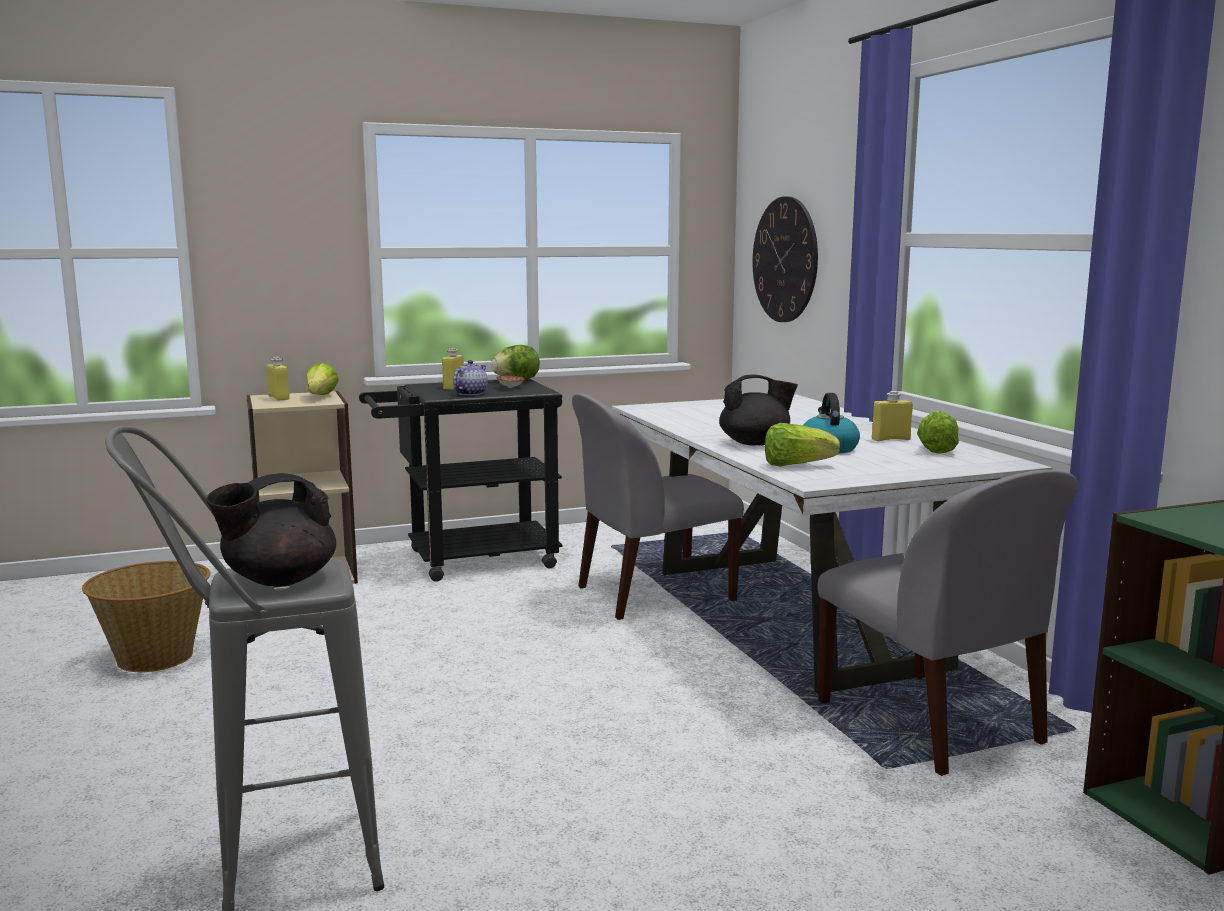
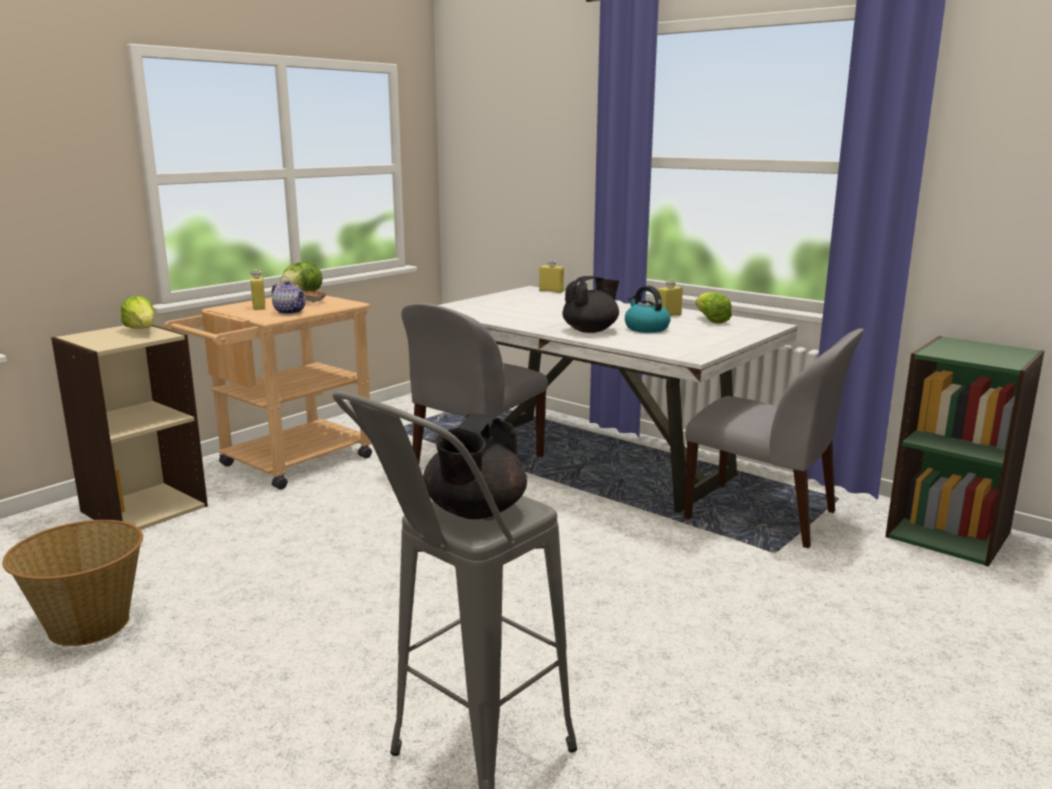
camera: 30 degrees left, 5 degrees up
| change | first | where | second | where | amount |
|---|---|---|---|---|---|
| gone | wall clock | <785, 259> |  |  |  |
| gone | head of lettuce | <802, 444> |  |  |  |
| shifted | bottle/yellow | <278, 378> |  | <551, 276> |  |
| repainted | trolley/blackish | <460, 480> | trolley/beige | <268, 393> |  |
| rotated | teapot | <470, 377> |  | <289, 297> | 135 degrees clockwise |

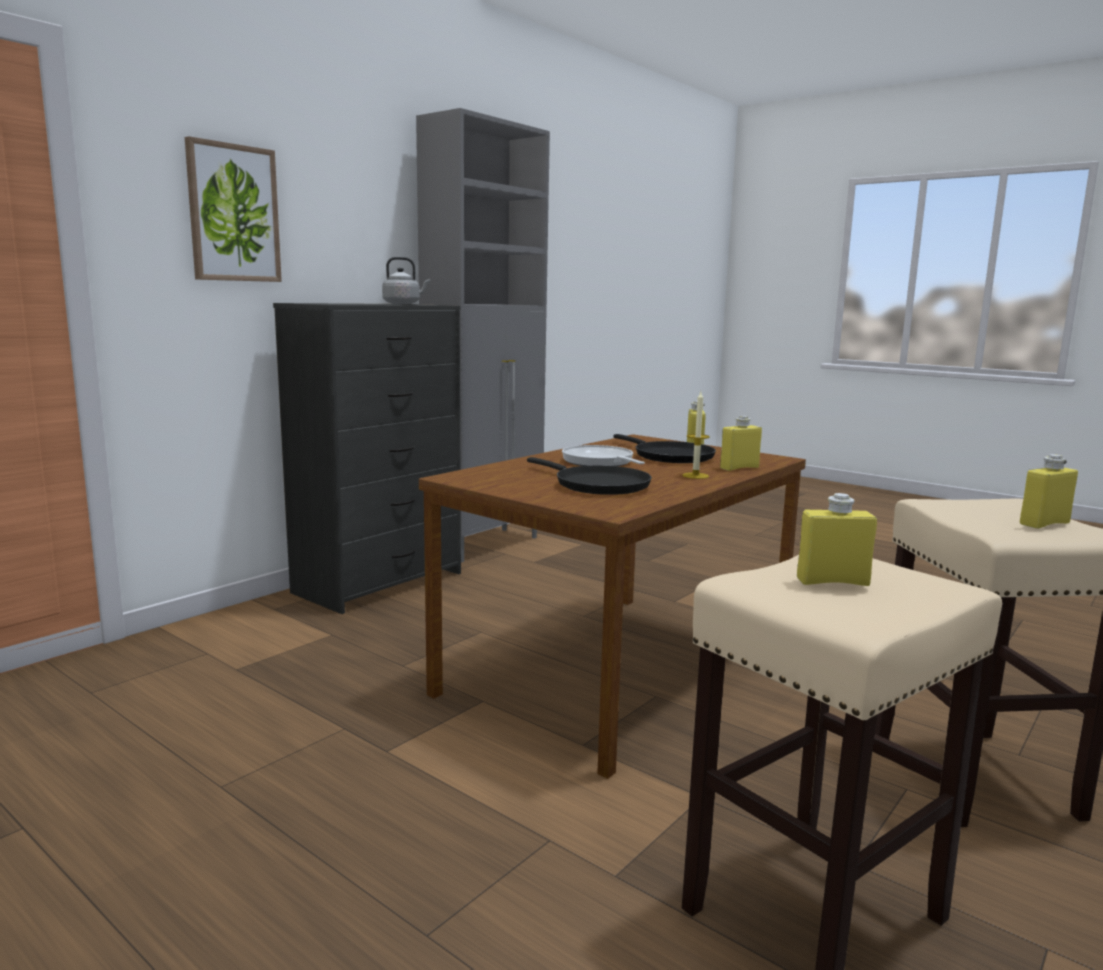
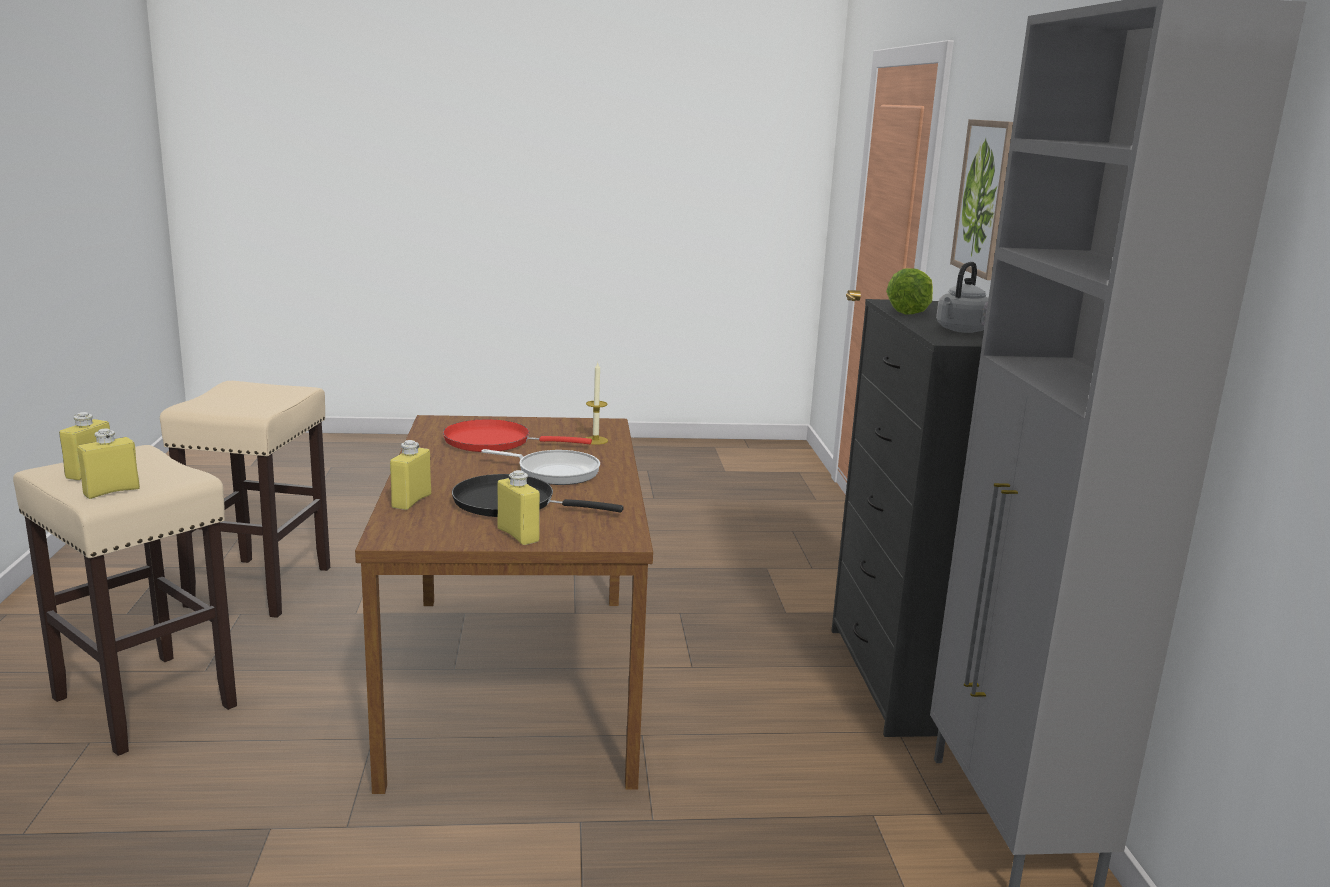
camera: 135 degrees right, 5 degrees up
| change | first | where | second | where | amount |
|---|---|---|---|---|---|
| new |  |  | head of lettuce | <909, 291> |  |
| shifted | wax light | <696, 435> |  | <597, 404> |  |
| shifted | bottle/yellow | <837, 539> |  | <108, 463> |  |
| repainted | frying pan/blackish | <589, 476> | frying pan/red | <517, 435> |  |

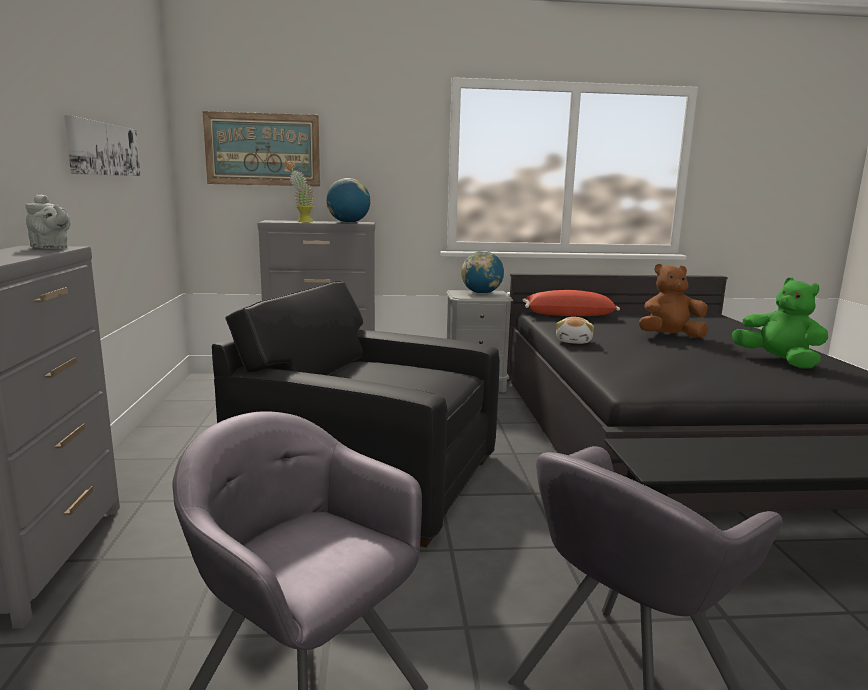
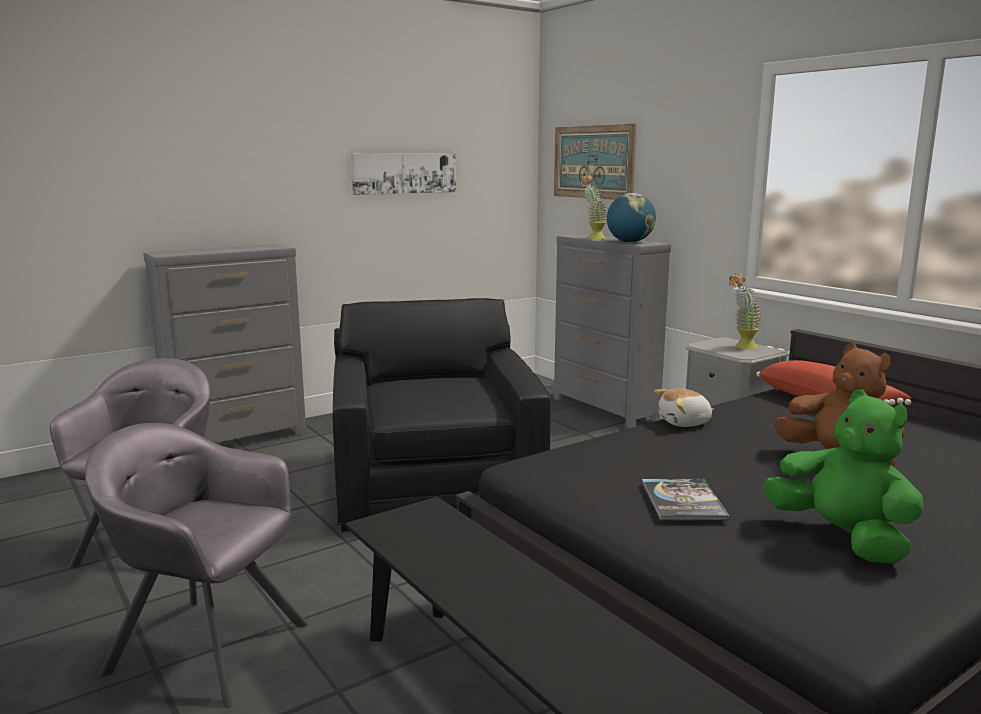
camera: 60 degrees right, 0 degrees up
| change | first | where | second | where | amount |
|---|---|---|---|---|---|
| gone | teapot/greyish | <48, 221> |  |  |  |
| new |  |  | book | <686, 499> |  |
| swapped | world globe | <482, 272> | houseplant | <745, 311> |  |
| rotated | cuddly toy/greenish | <780, 323> |  | <844, 476> | 60 degrees counterclockwise |

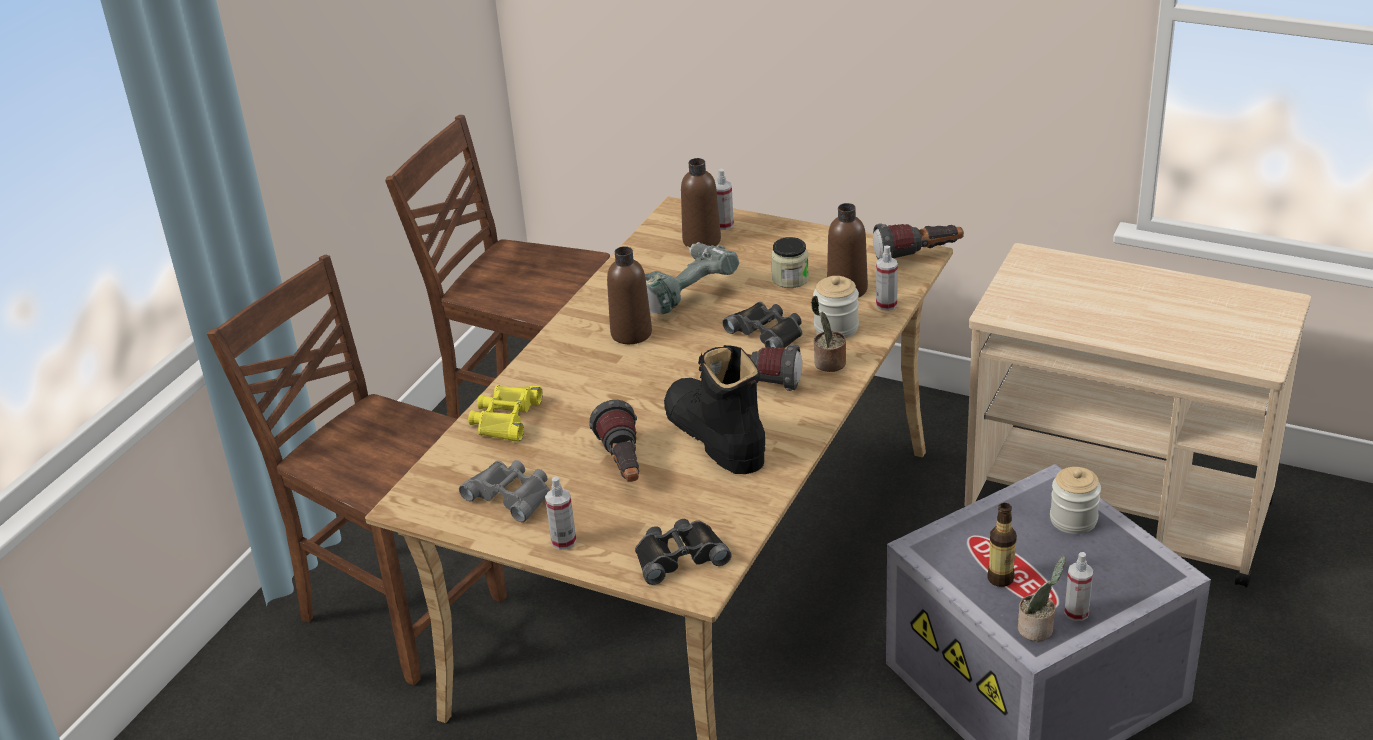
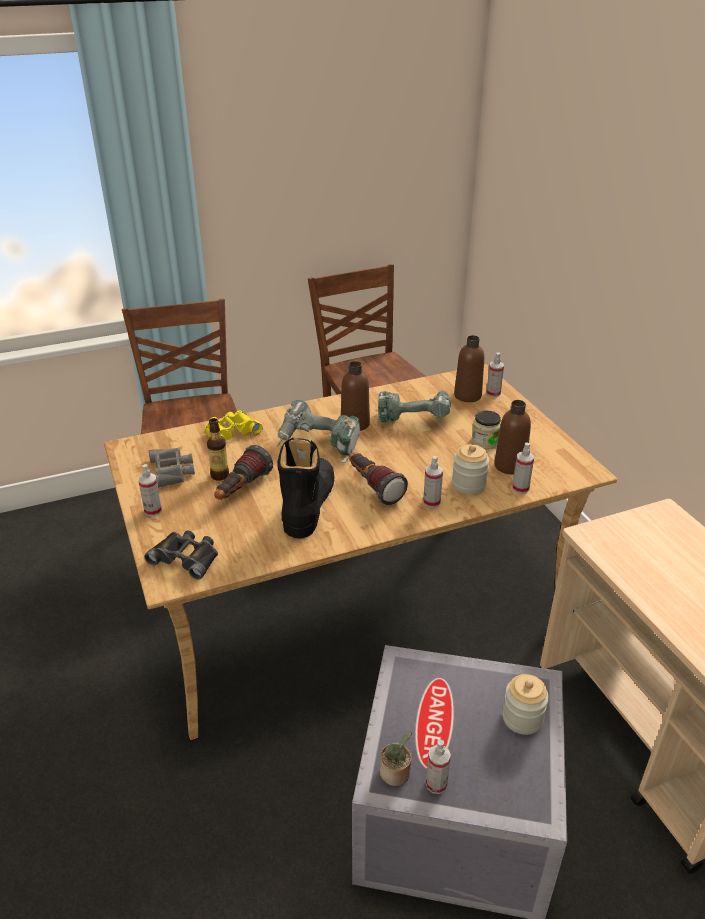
camera: 40 degrees right, 0 degrees up
| change | first | where | second | where | amount |
|---|---|---|---|---|---|
| gone | binoculars/blackish | <762, 325> |  |  |  |
| gone | hand torch | <918, 241> |  |  |  |
| new |  |  | drill | <318, 431> |  |
| shifted | bottle | <1002, 545> |  | <218, 449> |  |
| swapped | houseplant | <828, 333> | spray bottle | <433, 482> |  |

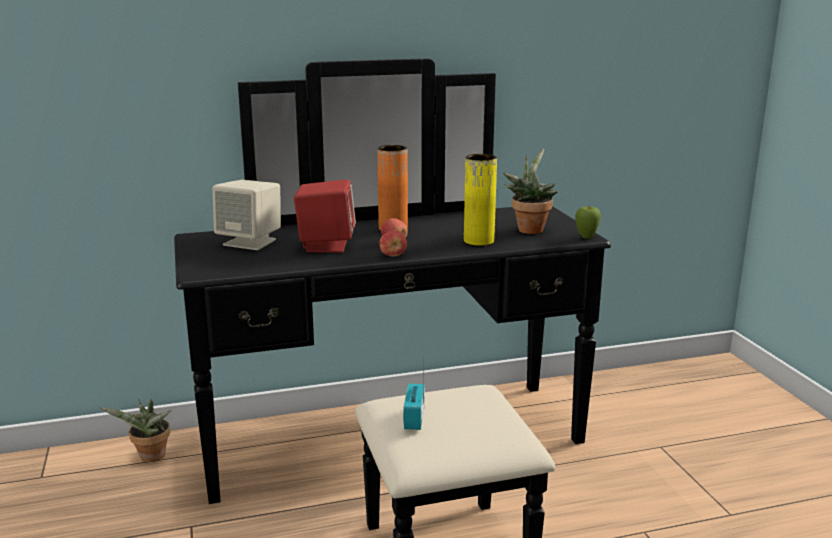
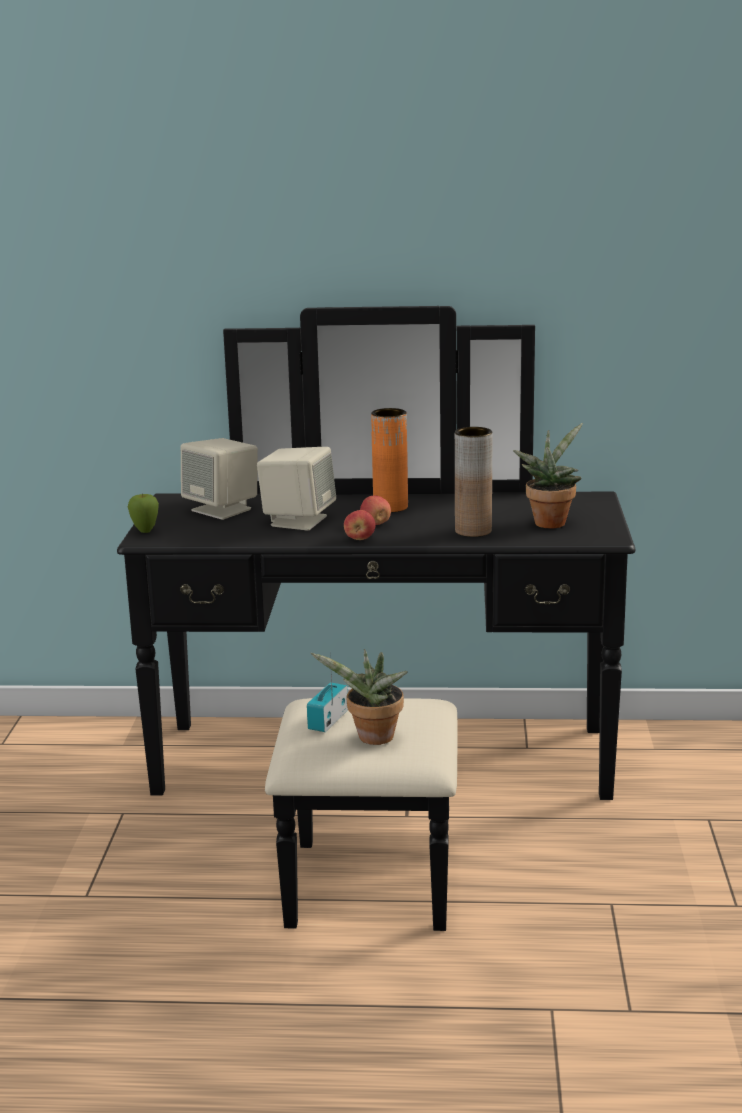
camera: 20 degrees right, 0 degrees up
| change | first | where | second | where | amount |
|---|---|---|---|---|---|
| shifted | houseplant | <135, 430> |  | <359, 697> |  |
| shifted | apple fruit | <588, 222> |  | <143, 513> |  |
| repainted | speaker/red | <325, 216> | speaker/beige | <296, 489> |  |
| repainted | flower vase/yellow | <480, 200> | flower vase/brown-coloured | <473, 482> |  |

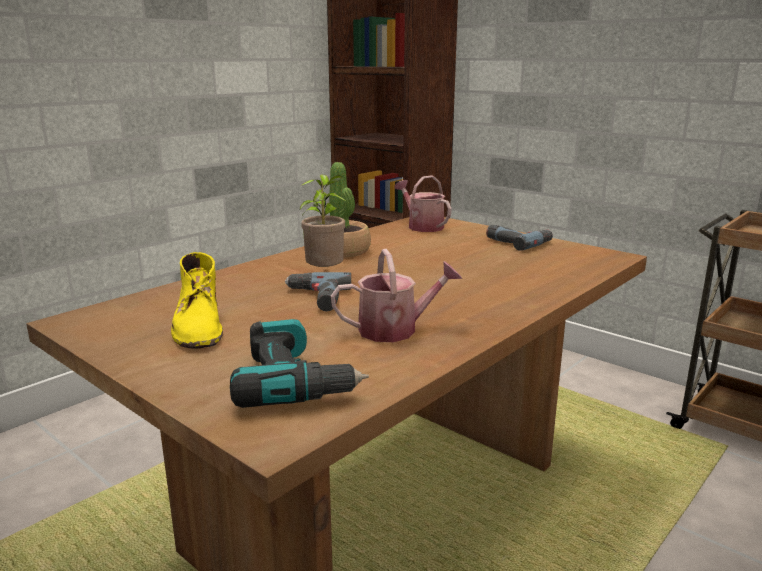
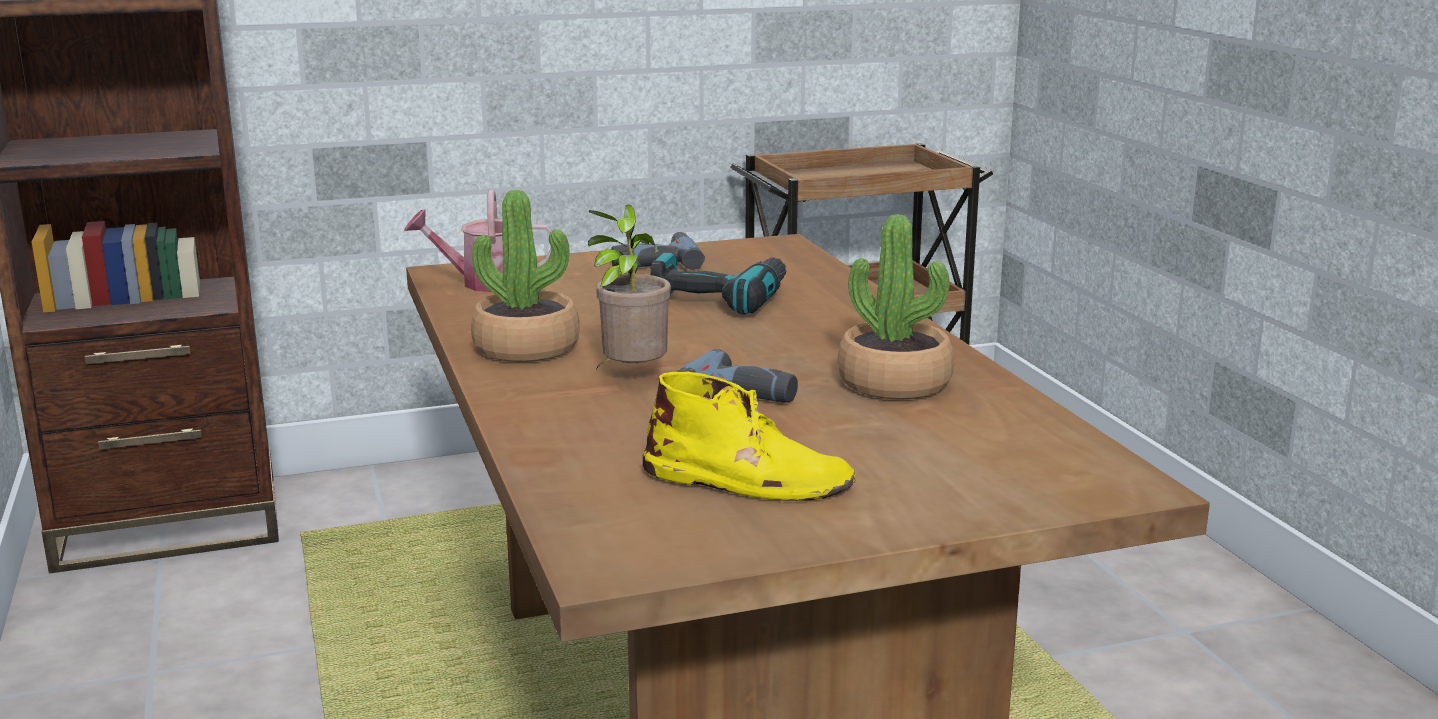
camera: 60 degrees left, 0 degrees up
| change | first | where | second | where | amount |
|---|---|---|---|---|---|
| shifted | drill | <299, 363> |  | <718, 284> |  |
| swapped | sprinkling can | <396, 295> | houseplant | <896, 307> |  |

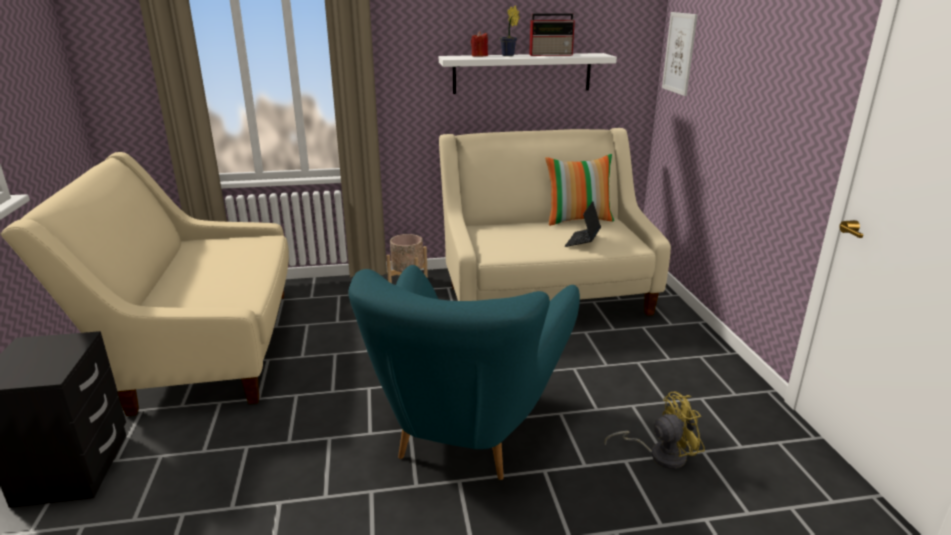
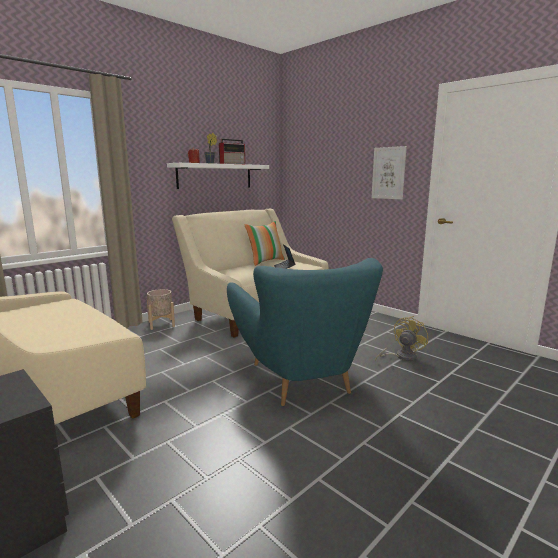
camera: 35 degrees left, 10 degrees down
| change | first | where | second | where | amount |
|---|---|---|---|---|---|
| shifted | picture | <680, 54> |  | <389, 172> |  |

